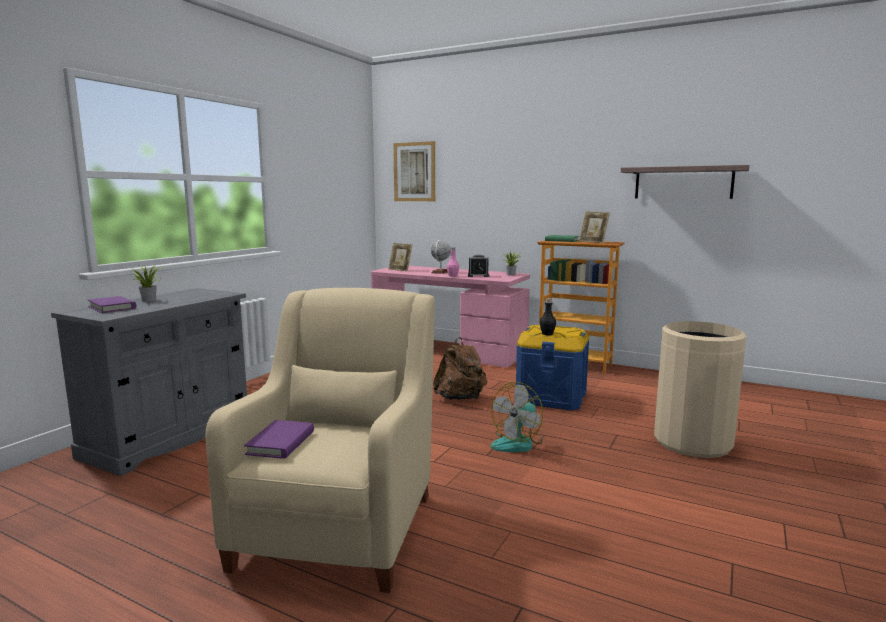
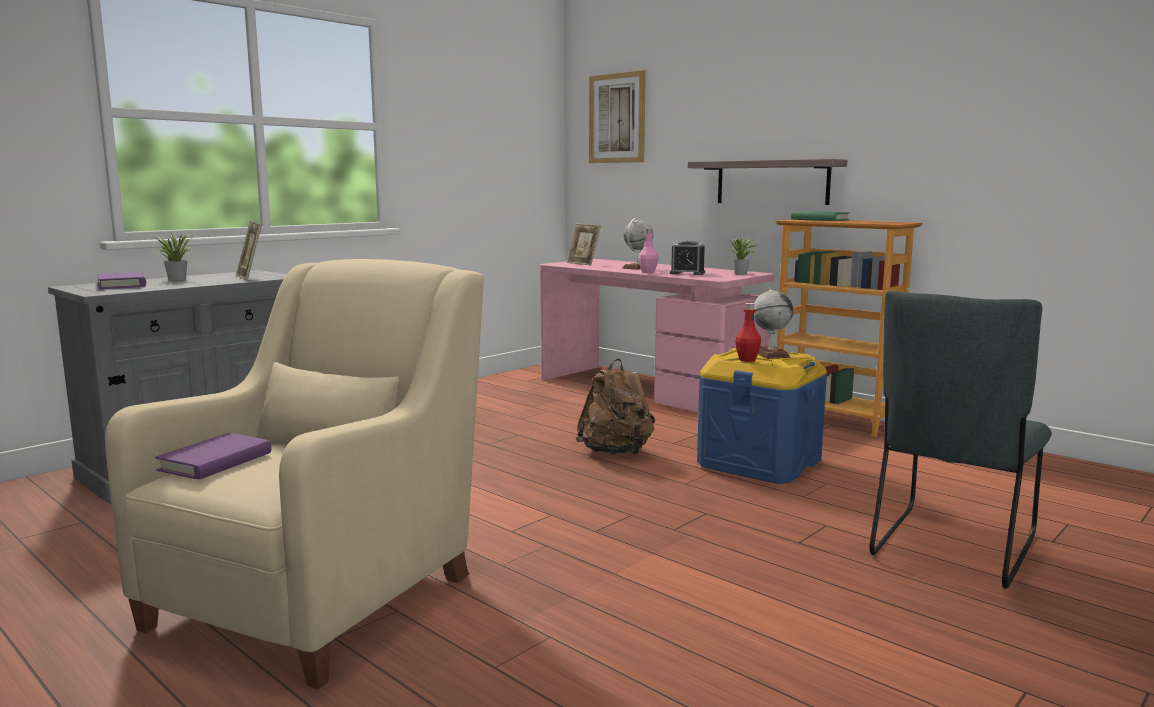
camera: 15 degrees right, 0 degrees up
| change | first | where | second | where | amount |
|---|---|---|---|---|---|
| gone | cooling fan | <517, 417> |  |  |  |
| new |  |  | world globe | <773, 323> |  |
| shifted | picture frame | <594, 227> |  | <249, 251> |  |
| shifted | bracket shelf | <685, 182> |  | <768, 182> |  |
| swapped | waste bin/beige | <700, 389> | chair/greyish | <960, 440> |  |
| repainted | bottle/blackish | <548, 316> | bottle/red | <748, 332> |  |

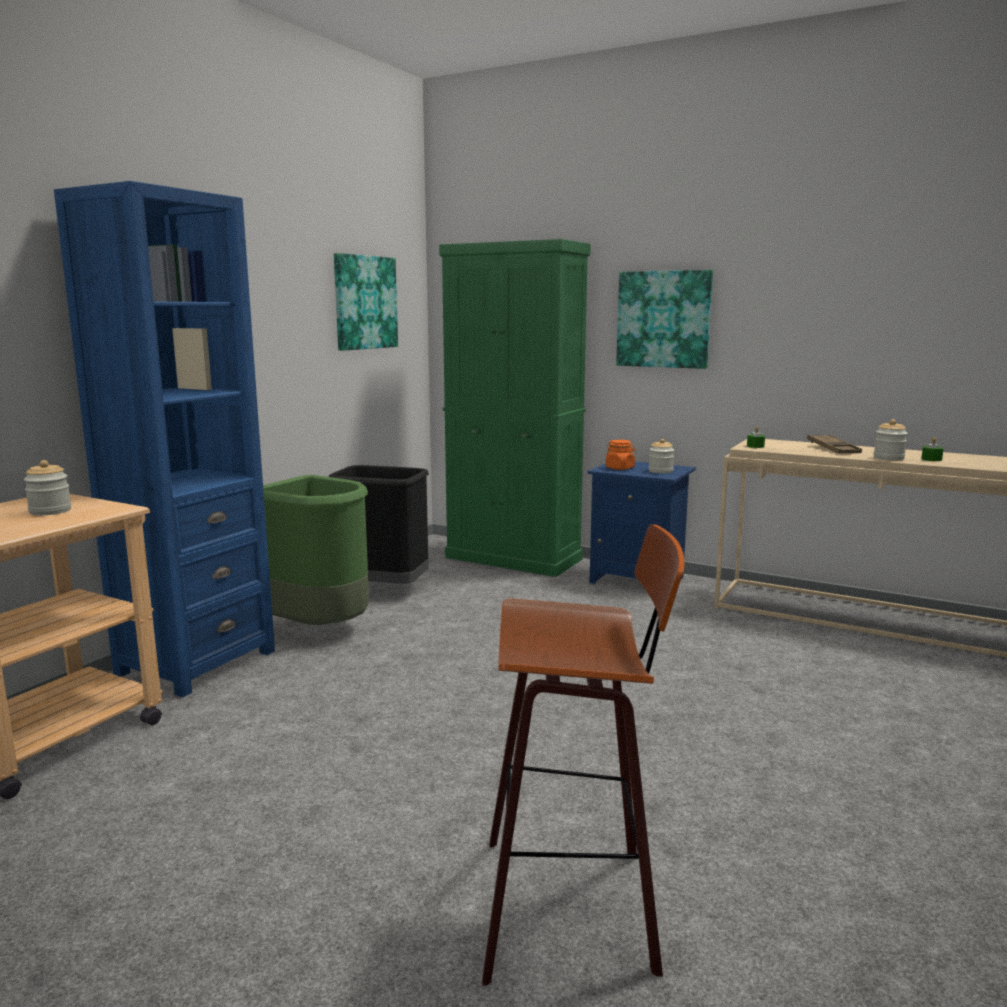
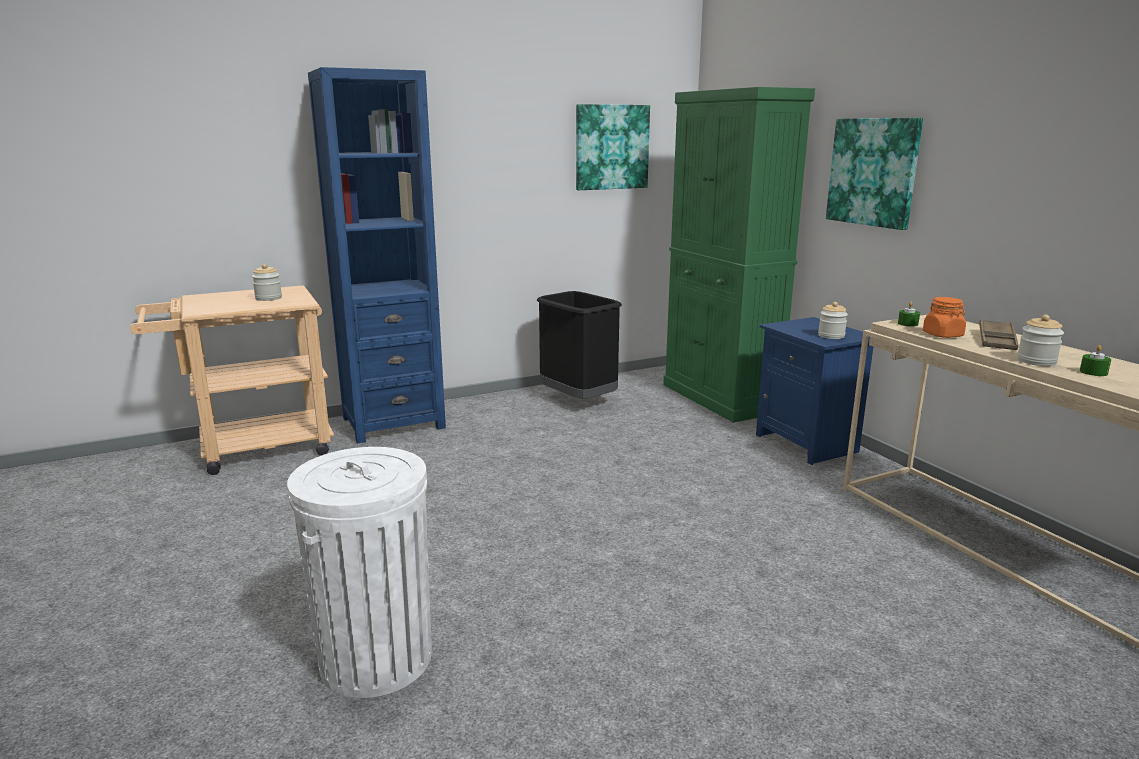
camera: 35 degrees right, 5 degrees up
| change | first | where | second | where | amount |
|---|---|---|---|---|---|
| gone | waste bin/greenish | <316, 550> |  |  |  |
| shifted | jar/orange-coloured | <620, 455> |  | <944, 317> |  |
| swapped | sitting stool | <583, 755> | waste bin/white | <359, 572> |  |

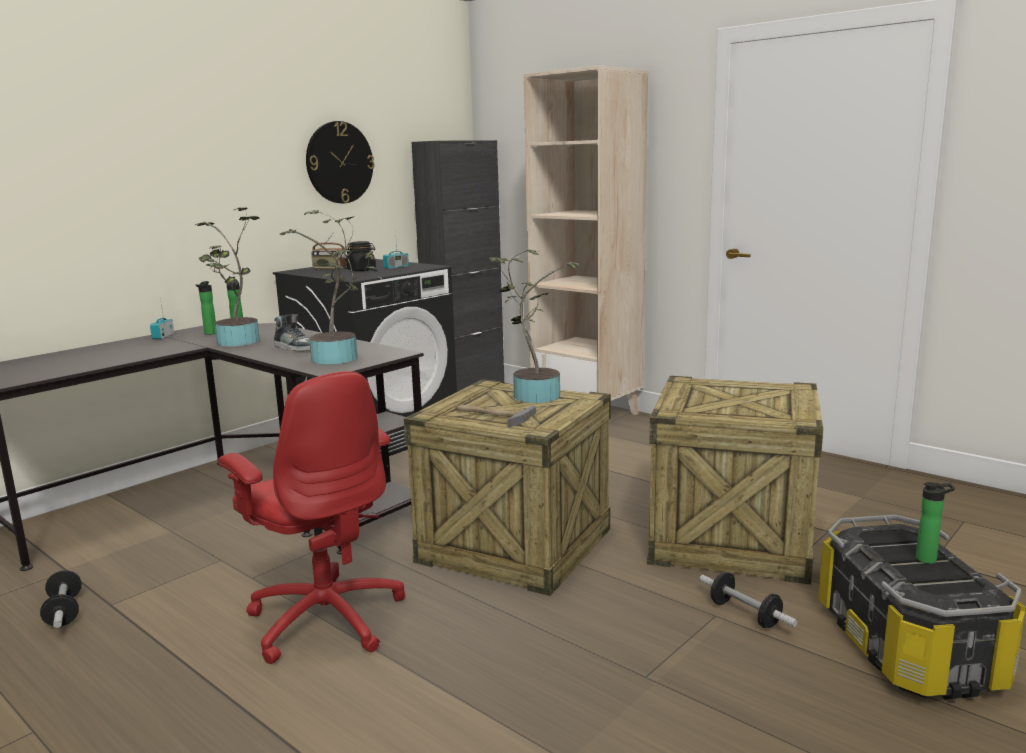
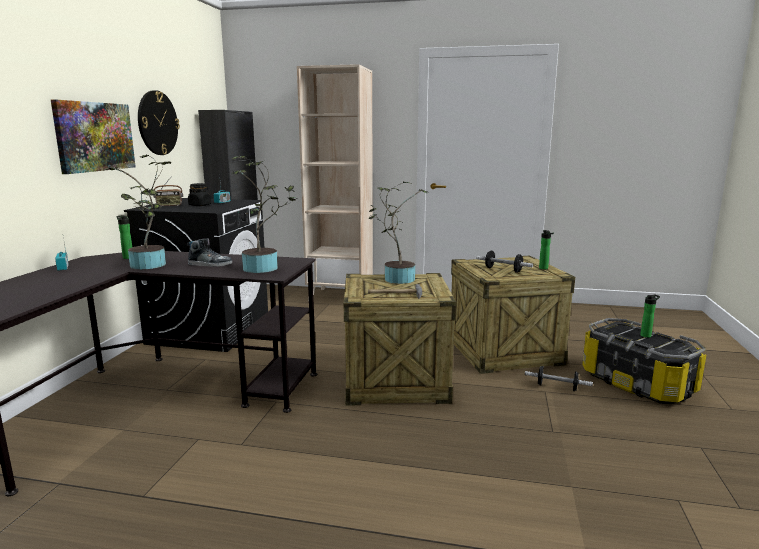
camera: 30 degrees left, 0 degrees up
| change | first | where | second | where | amount |
|---|---|---|---|---|---|
| gone | office chair/red | <311, 517> |  |  |  |
| new |  |  | picture | <93, 137> |  |
| shifted | dumbbell | <61, 599> |  | <504, 261> |  |
| shifted | bottle | <206, 308> |  | <546, 249> |  |

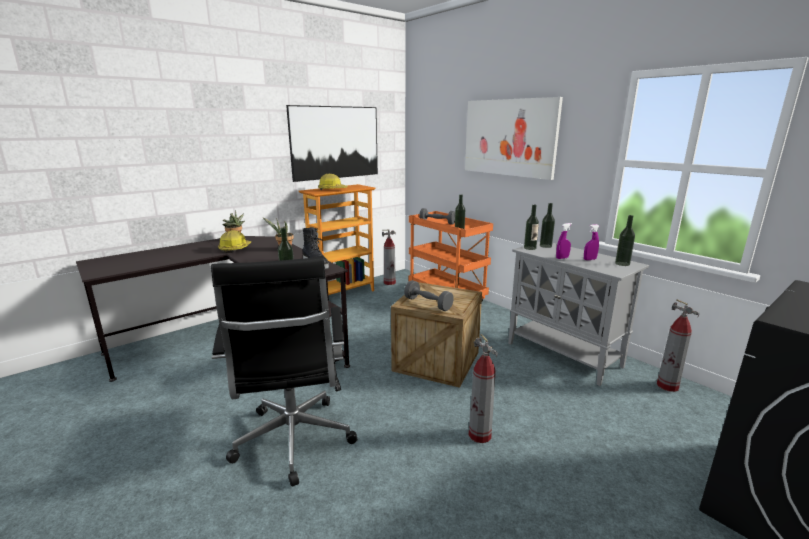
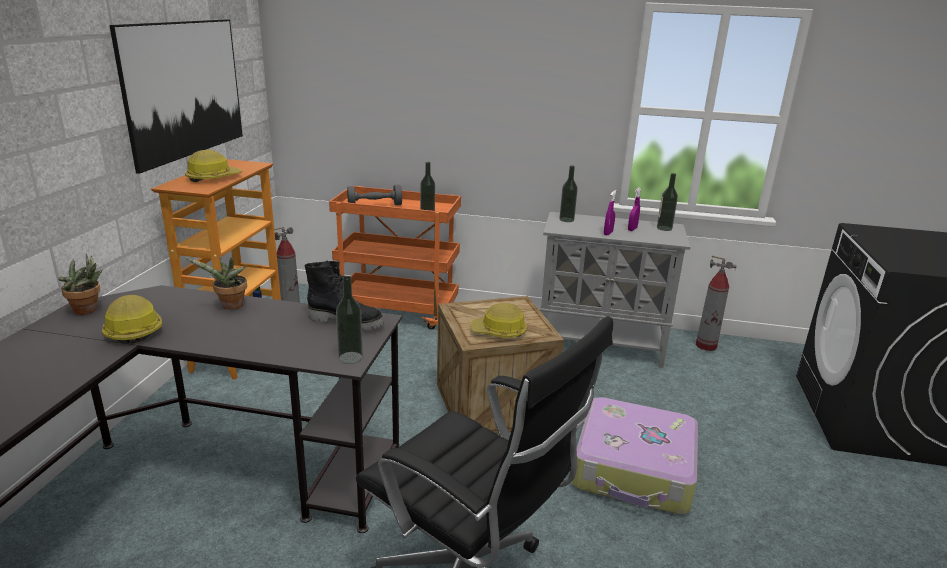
camera: 40 degrees left, 5 degrees up
| change | first | where | second | where | amount |
|---|---|---|---|---|---|
| gone | picture | <514, 138> |  |  |  |
| gone | bottle | <531, 227> |  |  |  |
| swapped | dumbbell/greyish | <429, 295> | safety helmet | <498, 320> |  |
| swapped | extinguisher | <483, 388> | travel case | <635, 456> |  |

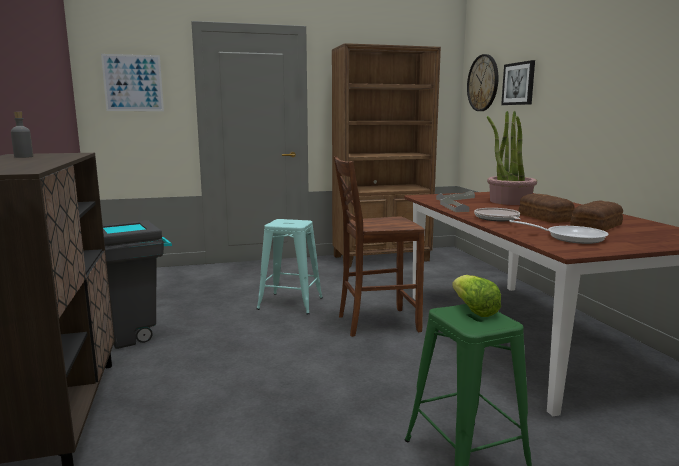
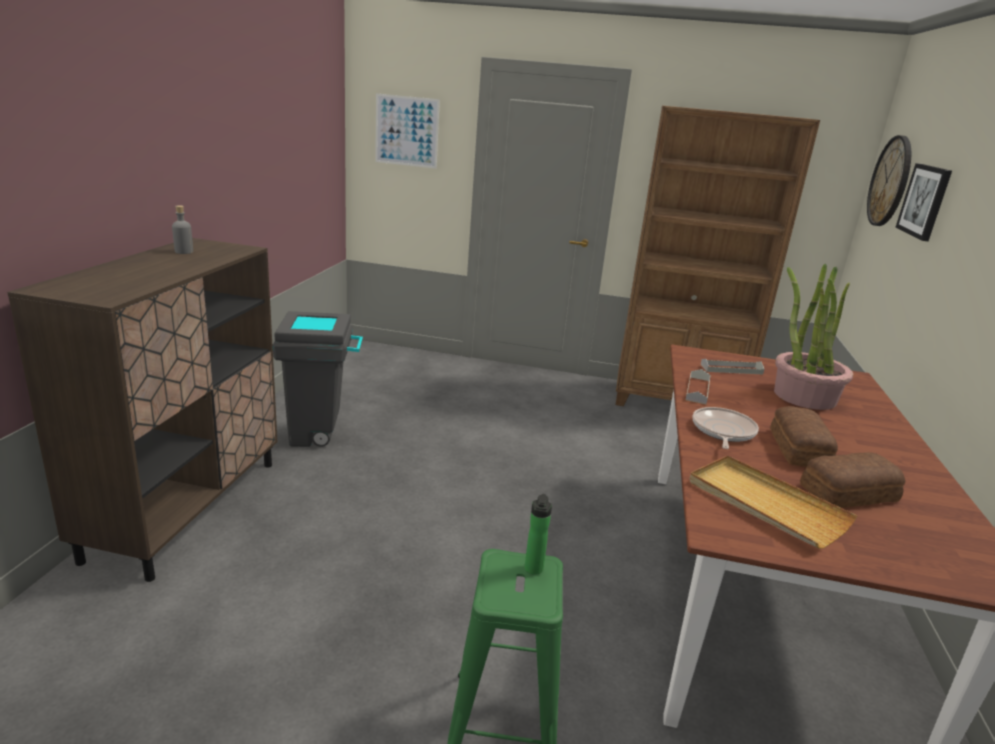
camera: 25 degrees right, 10 degrees up
| change | first | where | second | where | amount |
|---|---|---|---|---|---|
| gone | sitting stool/turquoise-coloured | <290, 266> |  |  |  |
| gone | chair/brown-coloured | <379, 246> |  |  |  |
| swapped | head of lettuce | <476, 296> | bottle | <538, 534> |  |
| swapped | frying pan | <558, 232> | serving tray/beige | <774, 502> |  |

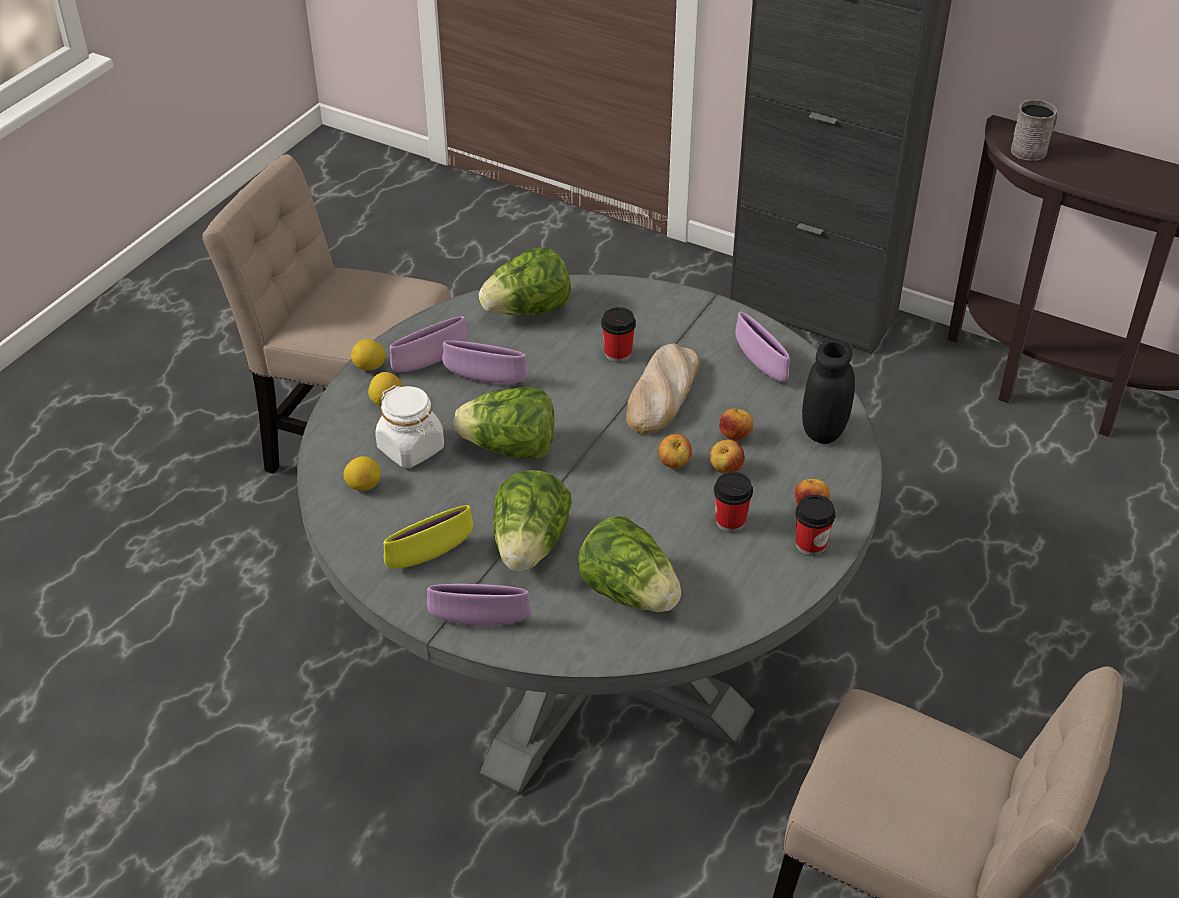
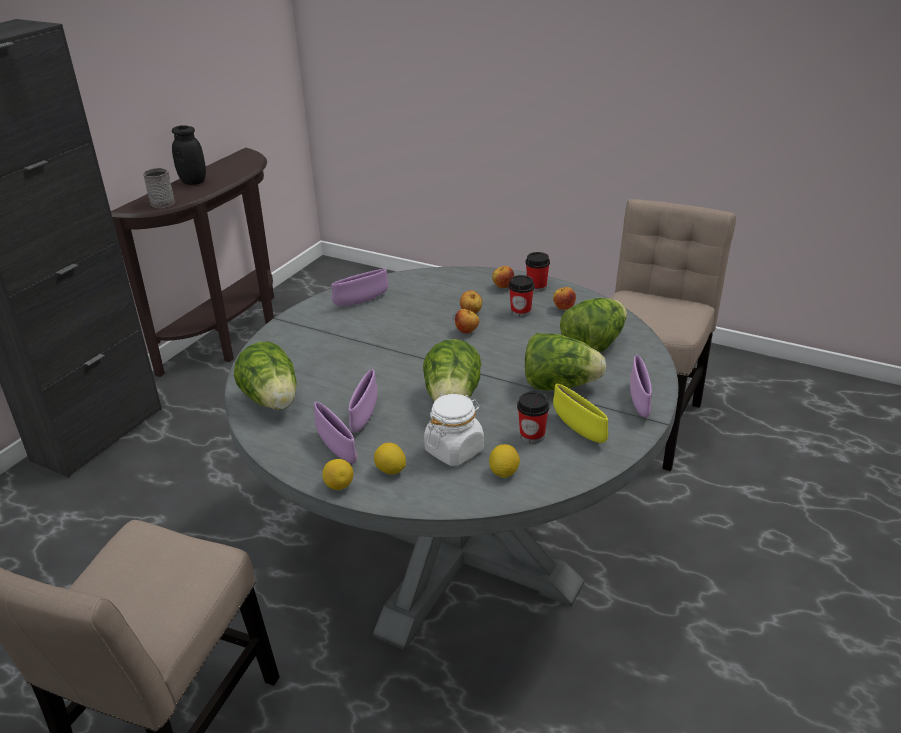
camera: 90 degrees left, 10 degrees down
| change | first | where | second | where | amount |
|---|---|---|---|---|---|
| gone | bakery bread | <662, 389> |  |  |  |
| shifted | cup | <618, 335> |  | <533, 417> |  |
| shifted | apple fruit | <736, 425> |  | <564, 298> |  |
| shifted | jar/blackish | <828, 391> |  | <189, 155> |  |

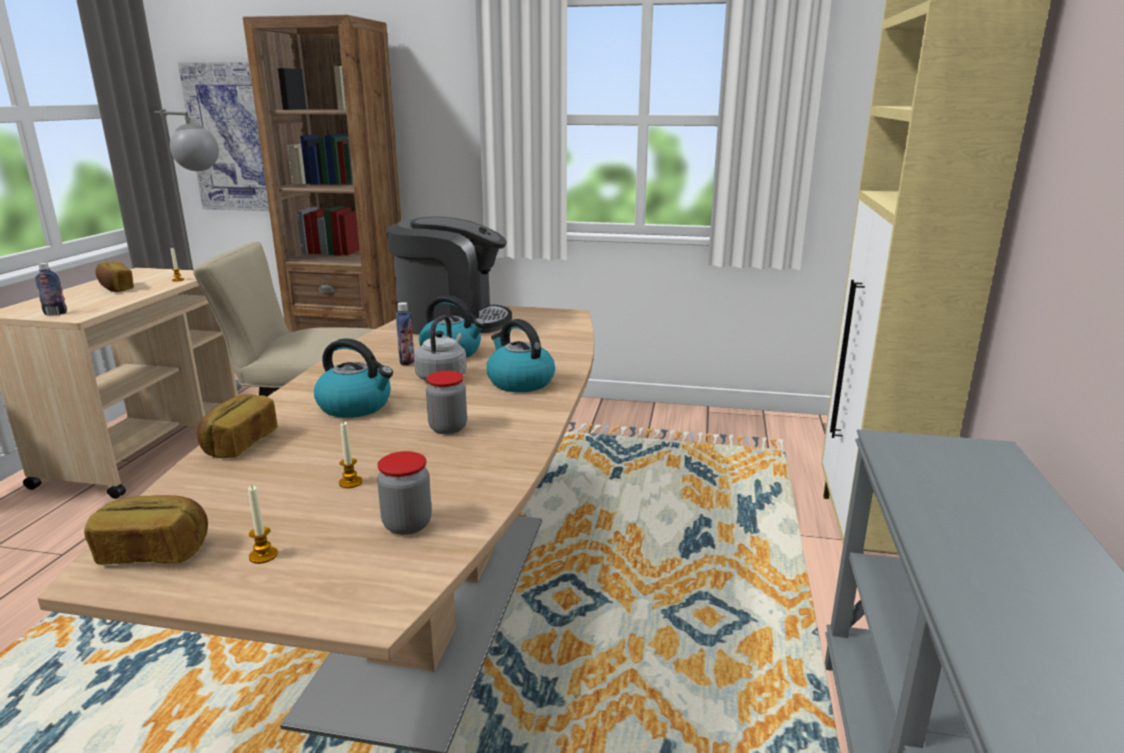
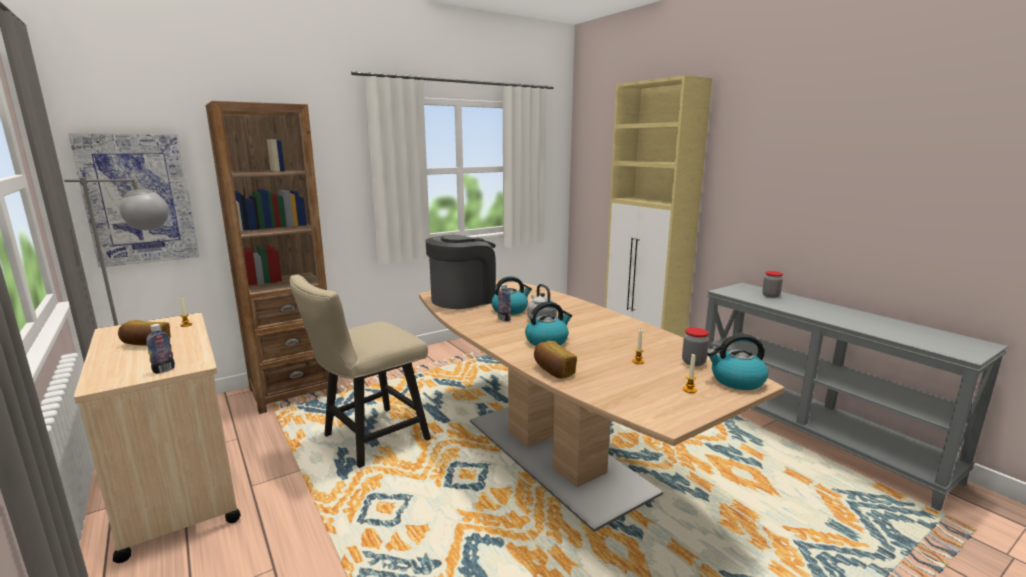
camera: 45 degrees left, 5 degrees down
| change | first | where | second | where | amount |
|---|---|---|---|---|---|
| gone | bakery bread | <146, 530> |  |  |  |
| shifted | jar | <446, 402> |  | <772, 284> |  |
| shifted | kettle | <521, 355> |  | <737, 362> |  |

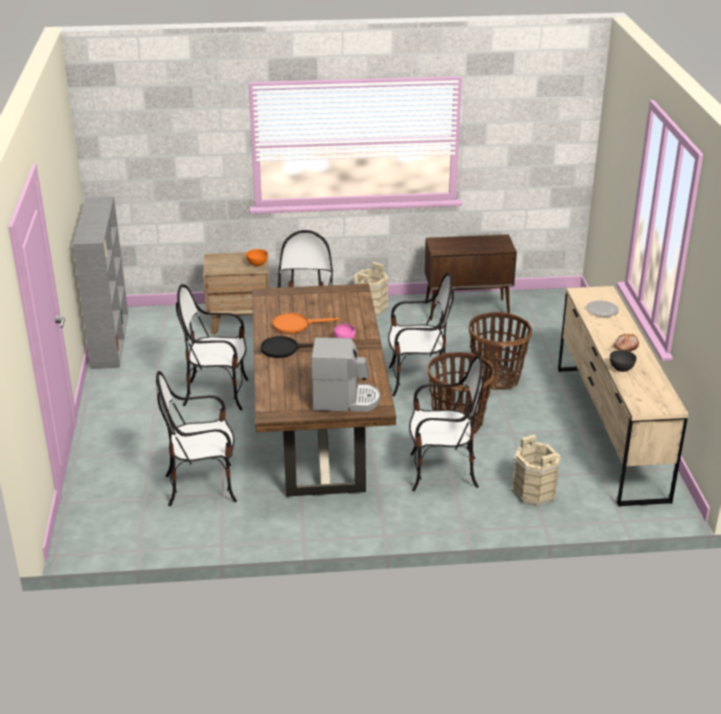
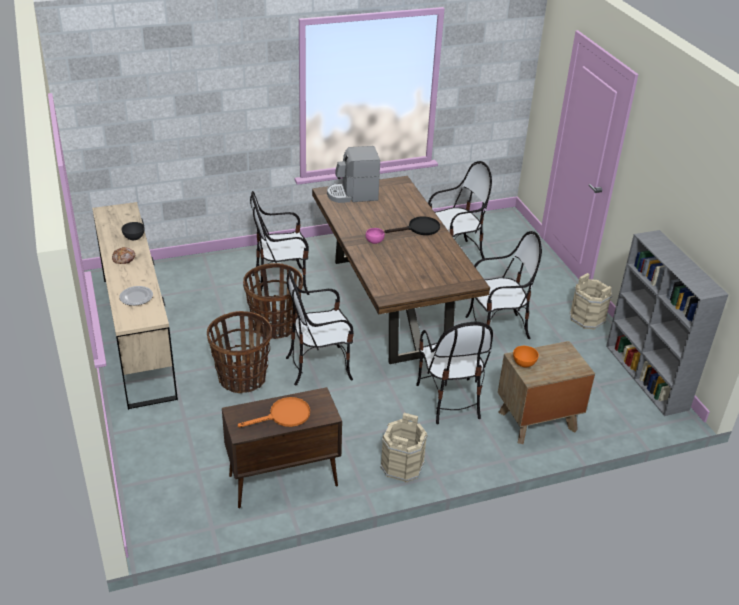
camera: 165 degrees right, 5 degrees up
| change | first | where | second | where | amount |
|---|---|---|---|---|---|
| shifted | frying pan/orange-coloured | <306, 323> |  | <274, 412> |  |
| shifted | bucket/beige | <536, 470> |  | <591, 301> |  |

